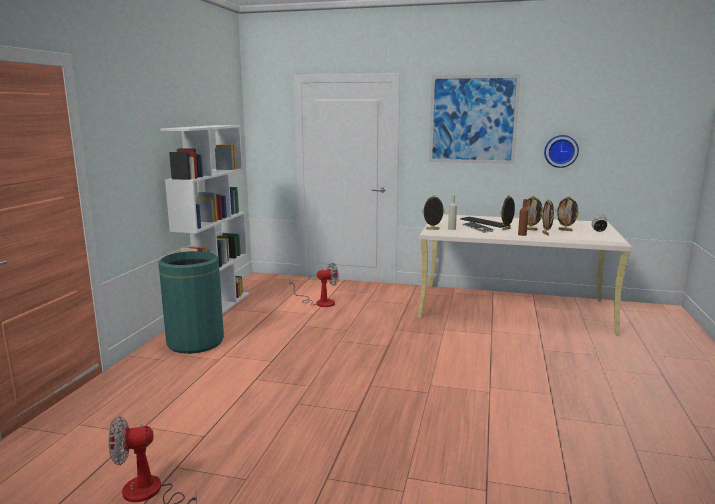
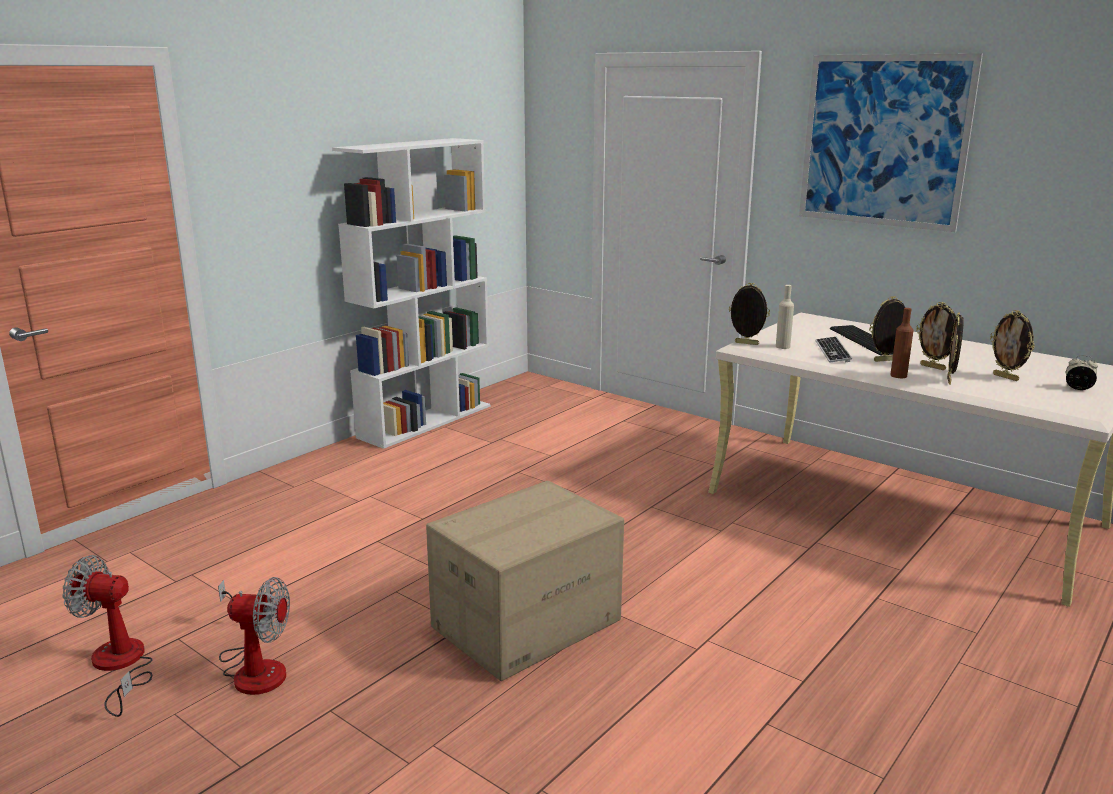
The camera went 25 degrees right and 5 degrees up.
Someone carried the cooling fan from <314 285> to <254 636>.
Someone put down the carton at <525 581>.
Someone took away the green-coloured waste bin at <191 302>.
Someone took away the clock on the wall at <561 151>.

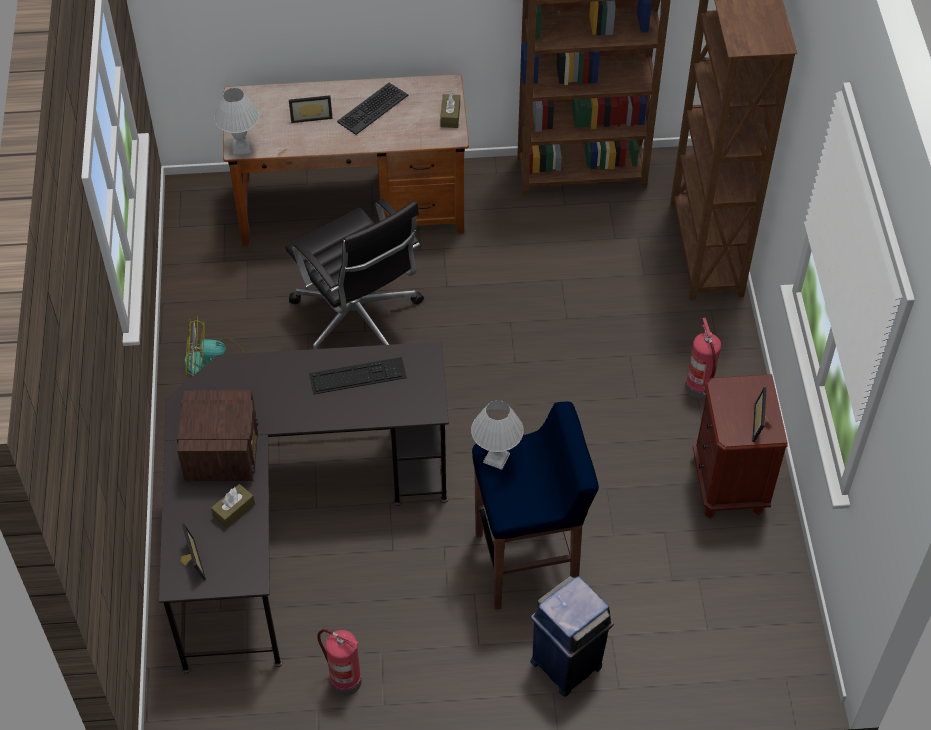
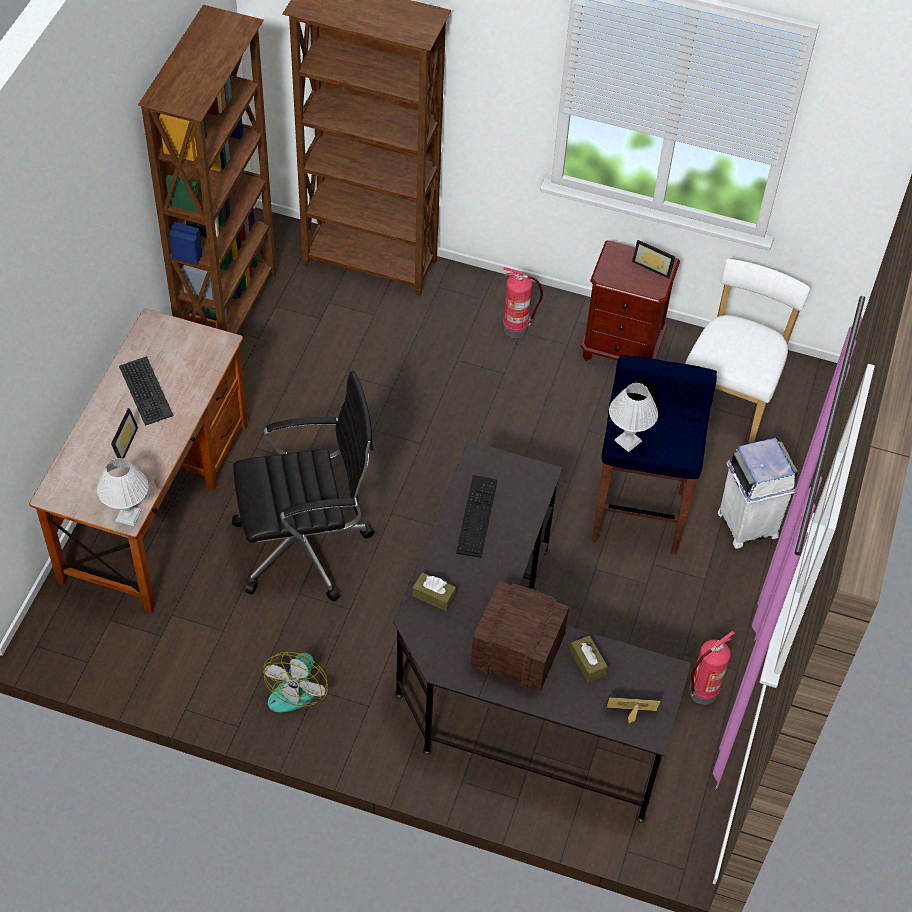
The camera went 70 degrees left and 0 degrees up.
Someone carried the brown-coloured tissue holder from <450 110> to <434 591>.
Someone put down the white-coloured plain chair at <747 350>.
Someone repainted the bluish waste bin at <572 636>, which became the white-coloured waste bin at <758 493>.

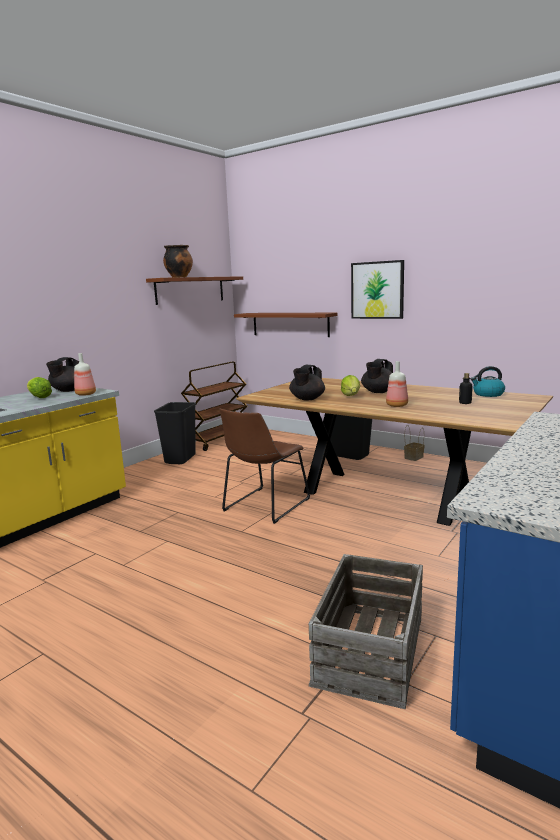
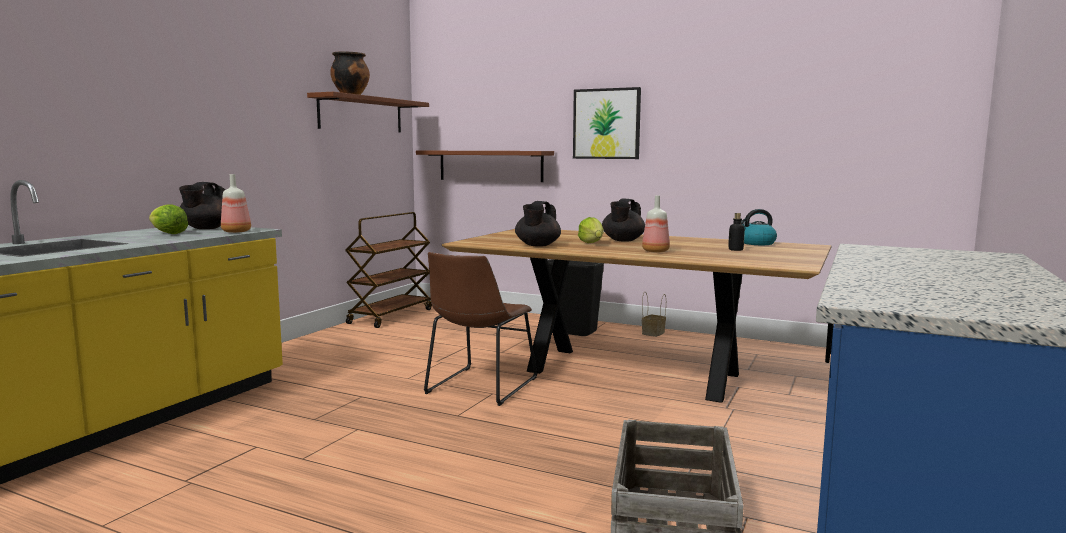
The camera went 10 degrees left and 5 degrees down.
Someone took away the blackish waste bin at <175 433>.

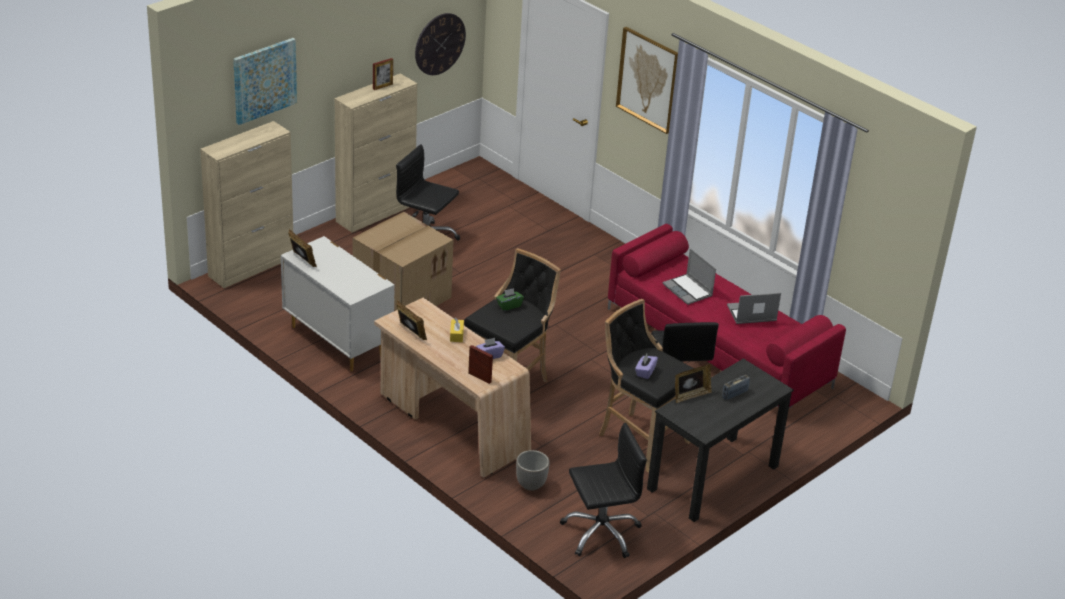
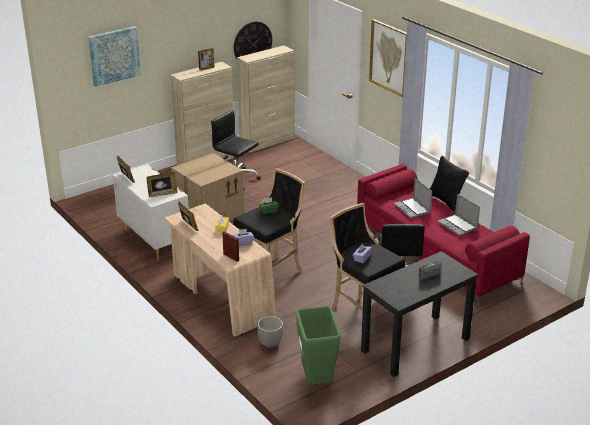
The camera went 10 degrees right and 5 degrees down.
Someone carried the standing frame from <693 383> to <162 184>.
Someone carried the beige-coloured storage cabinet from <246 204> to <266 99>.
Someone swapped the blackish computer chair at <603 490> for the green-coloured waste bin at <318 345>.
Someone put down the blackish pillow at <449 184>.
Someone rotated the portable computer at <754 308> by 120 degrees counterclockwise.

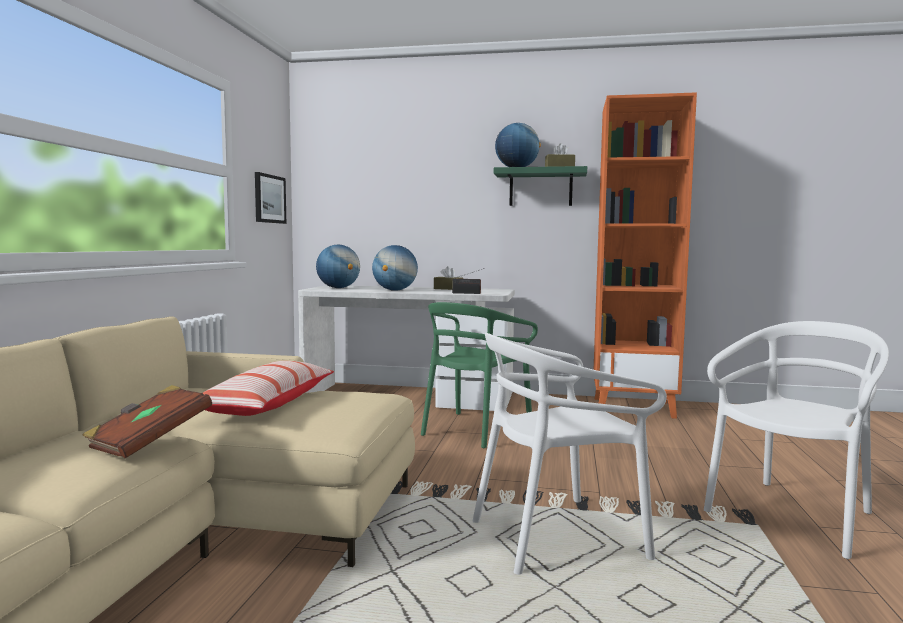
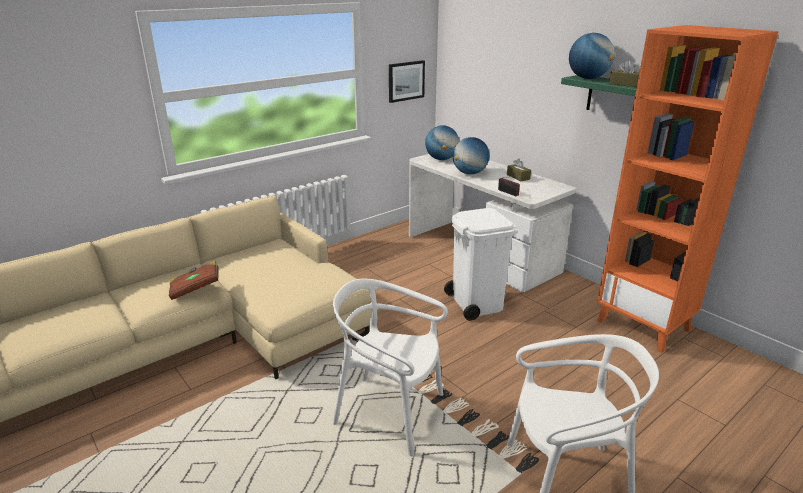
The camera went 40 degrees right and 20 degrees up.
Someone swapped the green-coloured plain chair at <479 375> for the white-coloured waste bin at <481 264>.
Someone took away the pillow at <268 388>.

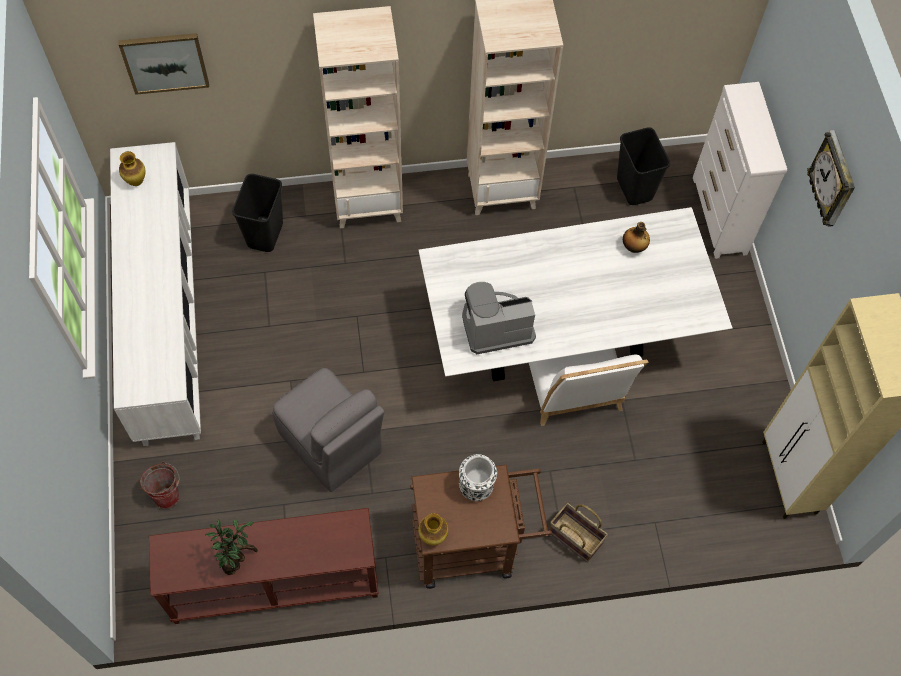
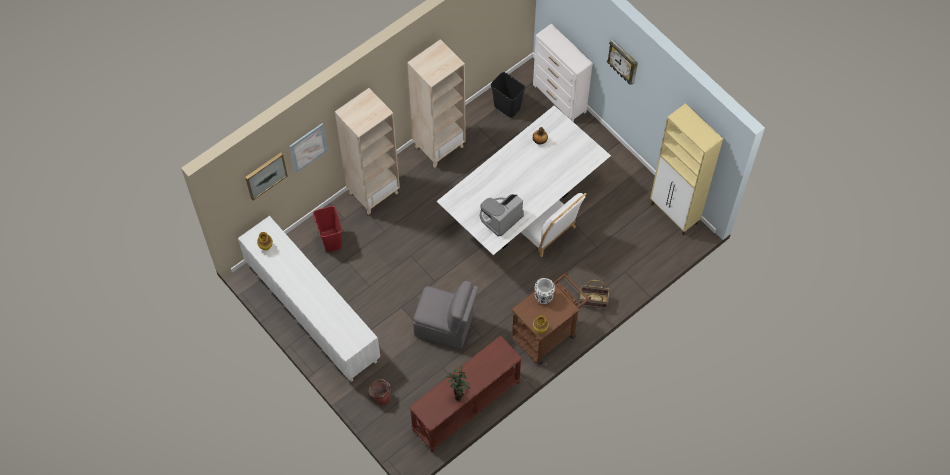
The camera went 30 degrees left and 0 degrees up.
Someone put up the wall art at <308 148>.
Someone repainted the blackish waste bin at <257 213>, which became the red-coloured waste bin at <328 229>.

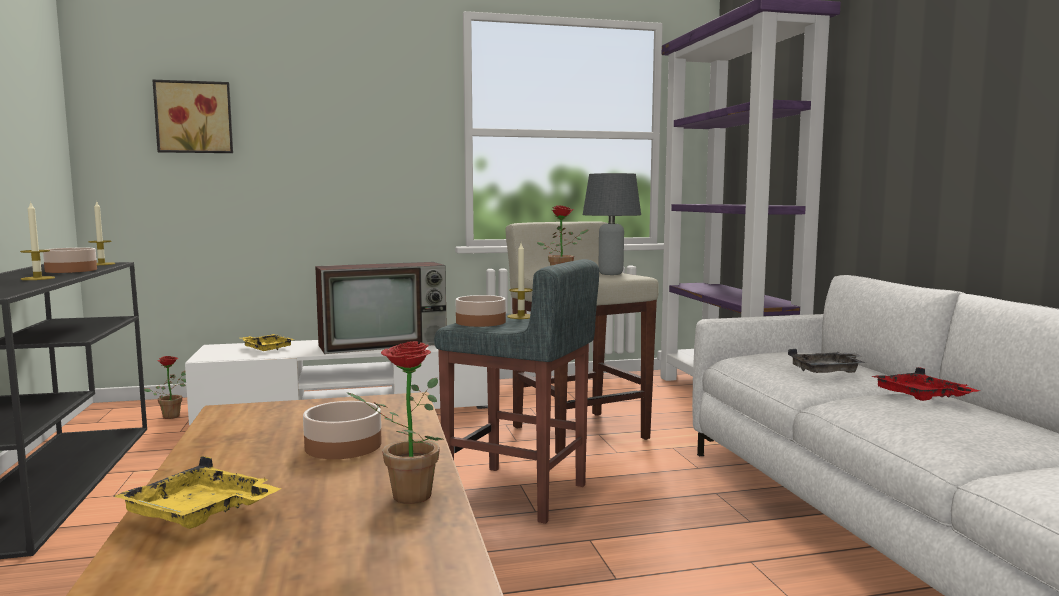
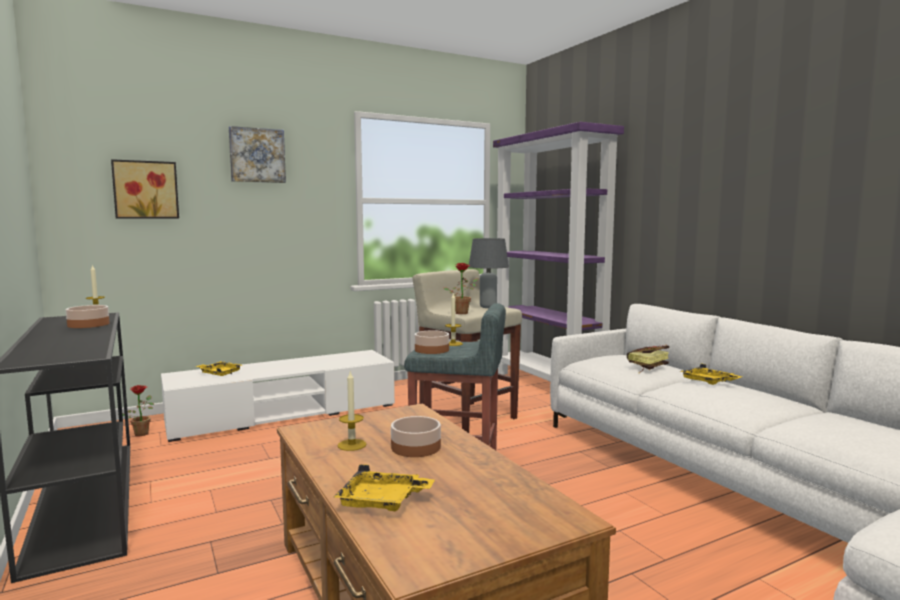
The camera went 15 degrees left and 0 degrees up.
Someone put up the wall art at <257 154>.
Someone carried the wax light from <37 240> to <352 411>.
Someone swapped the greyish tray at <827 361> for the bound book at <648 359>.
Someone repainted the red-coloured tray at <925 384>, which became the yellow-coloured tray at <710 374>.
Someone took away the TV set at <381 308>.
Someone took away the plant in a pot at <394 422>.

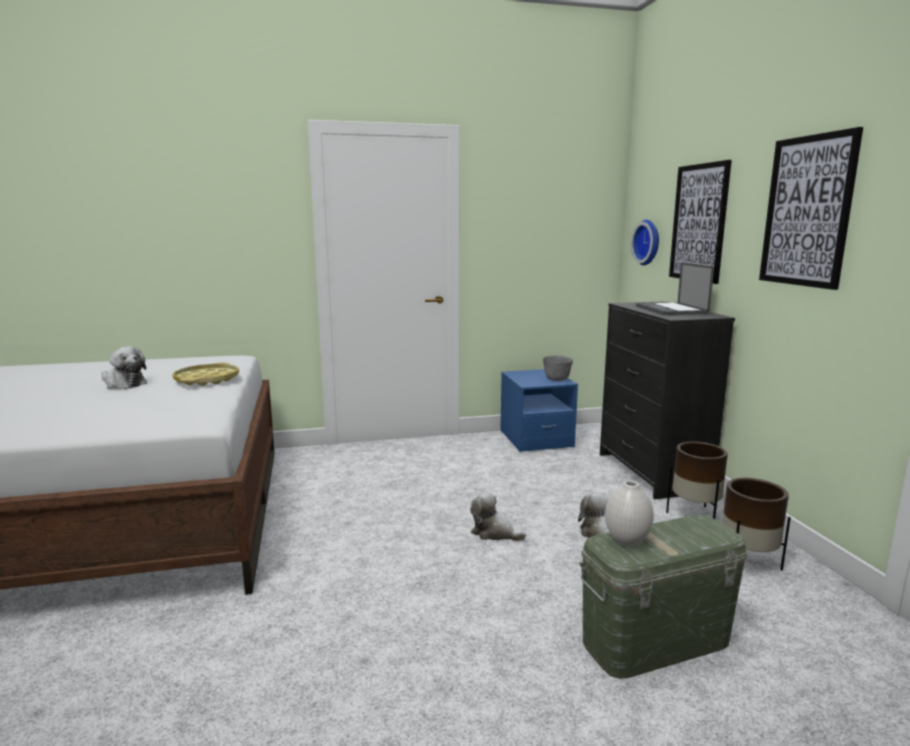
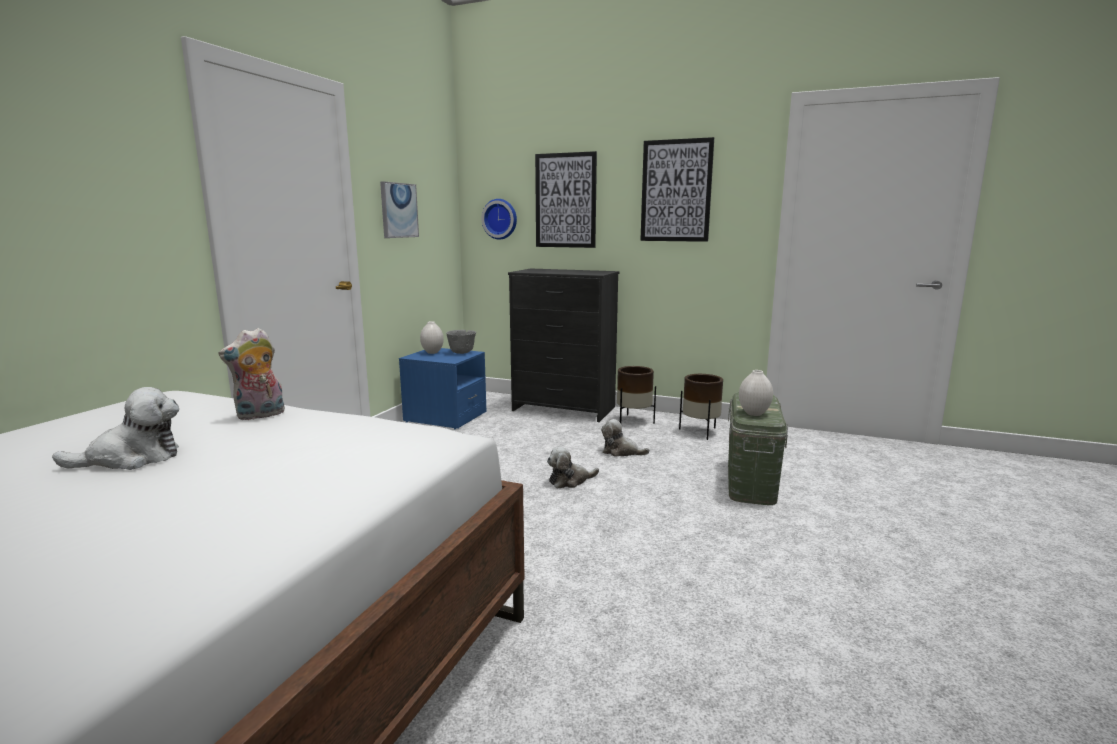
The camera went 55 degrees left and 0 degrees up.
Someone swapped the yellow-coloured tray at <205 374> for the soft toy at <252 374>.
Someone put up the wall art at <399 209>.
Someone put down the white-coloured vase at <432 337>.
Someone took away the portable computer at <675 288>.

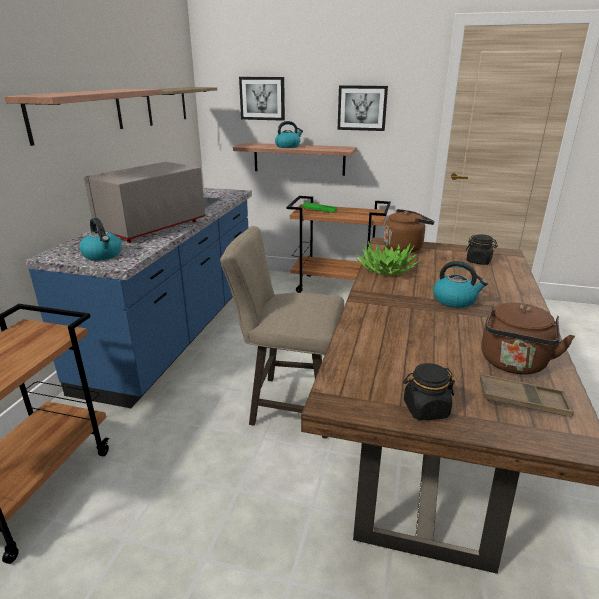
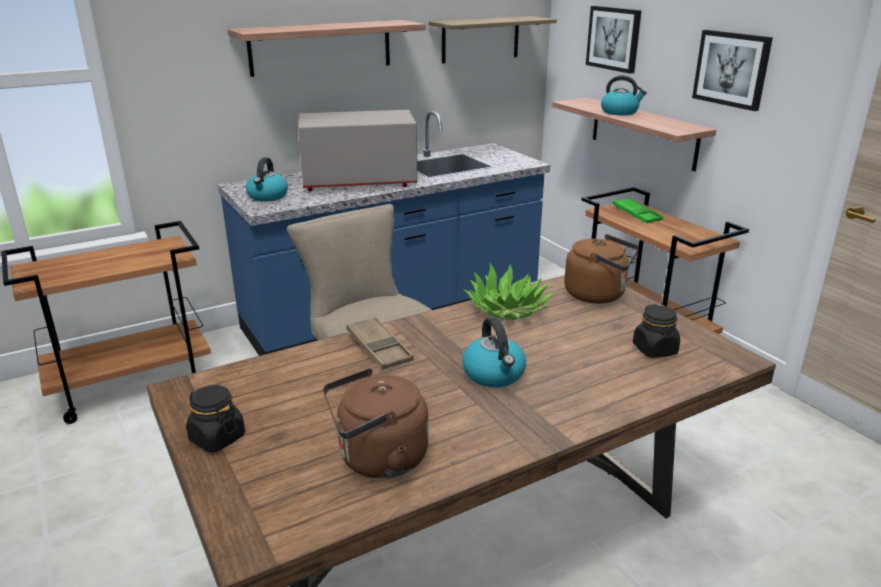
The camera went 45 degrees right and 0 degrees up.
Someone carried the brown-coloured tray from <527 395> to <380 343>.

